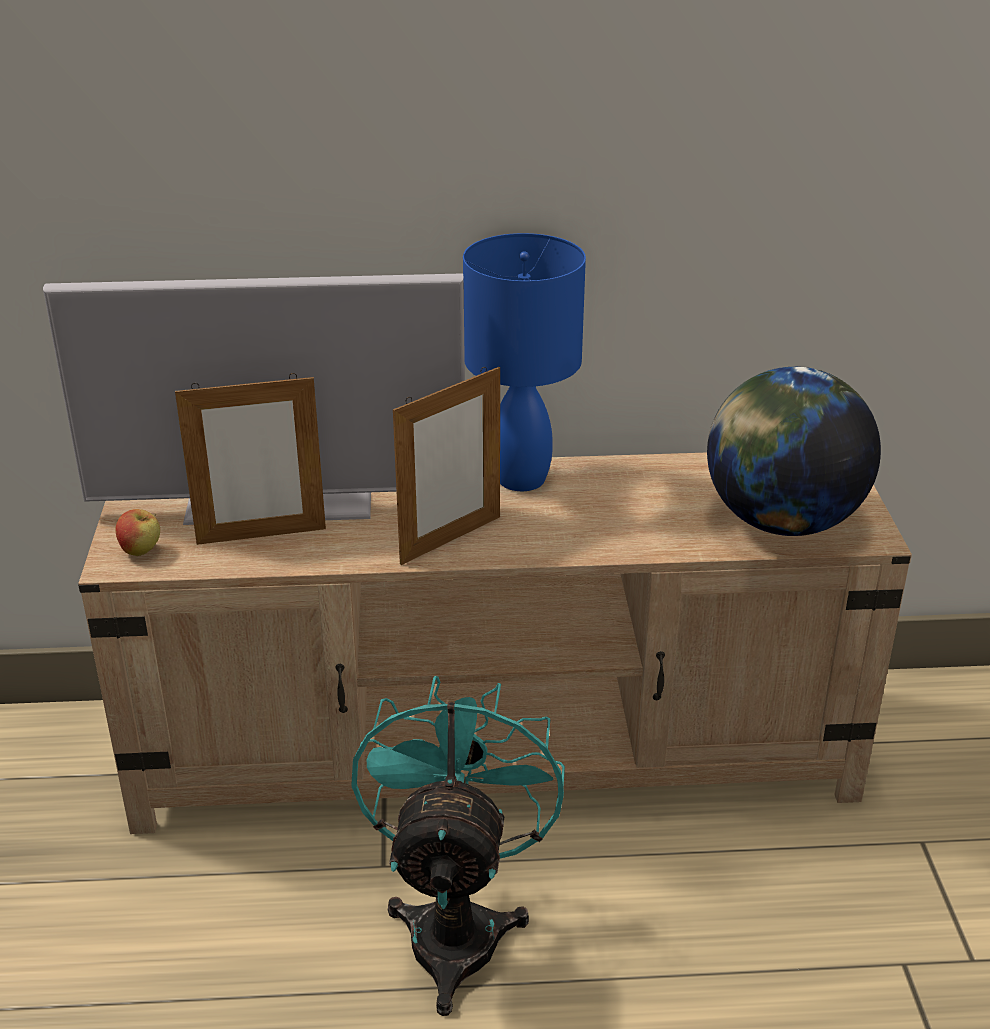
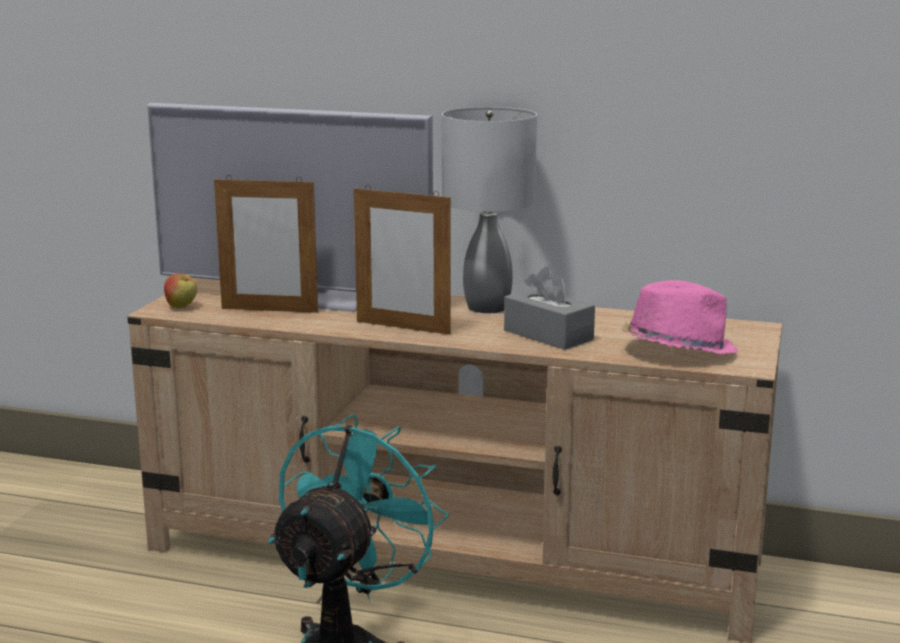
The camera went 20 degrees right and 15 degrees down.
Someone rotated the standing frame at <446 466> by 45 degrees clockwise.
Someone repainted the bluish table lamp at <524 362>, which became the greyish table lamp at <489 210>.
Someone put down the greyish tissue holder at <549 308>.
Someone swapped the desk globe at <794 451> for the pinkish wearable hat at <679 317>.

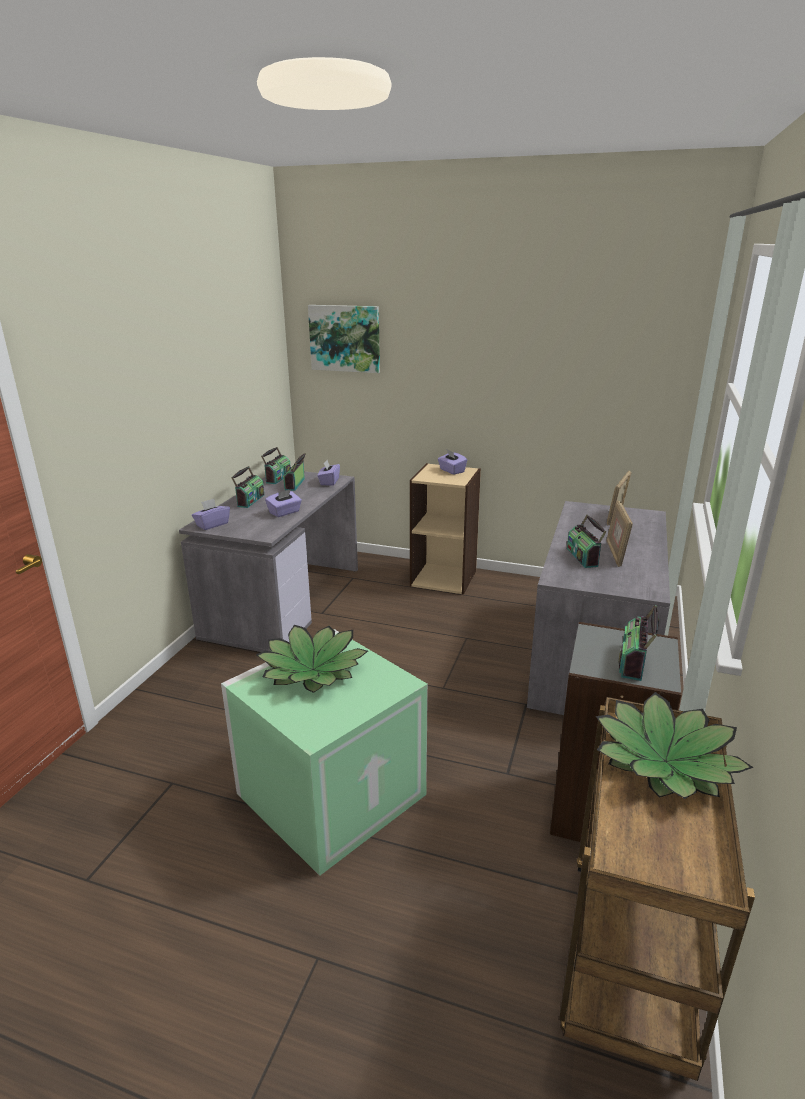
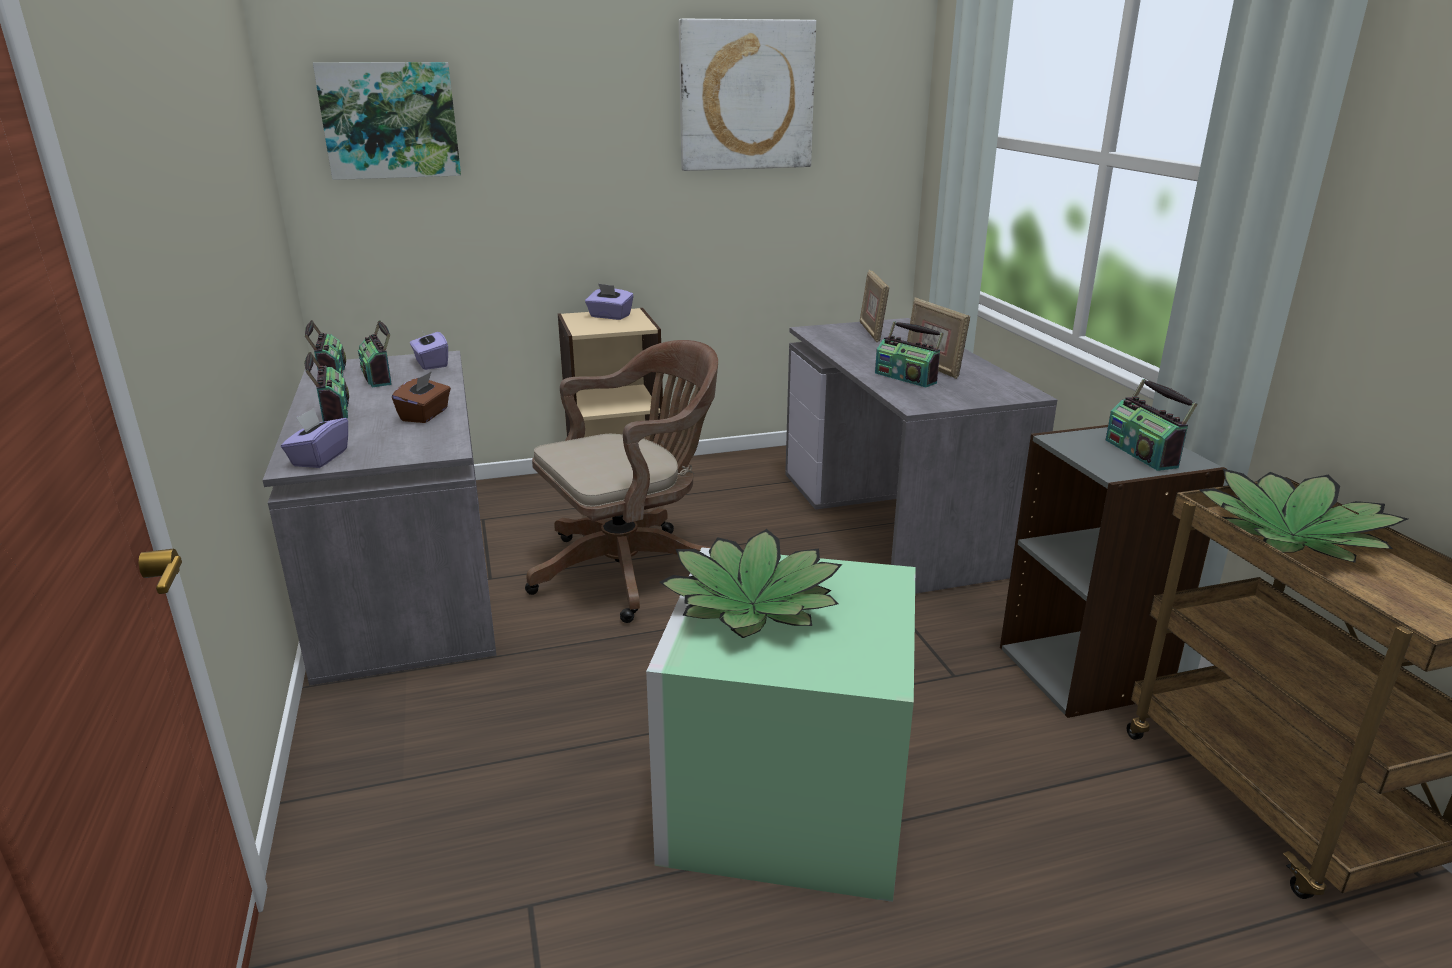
The camera went 35 degrees left and 0 degrees up.
Someone repainted the purple-coloured tissue holder at <283 503>, which became the brown-coloured tissue holder at <421 397>.
Someone put down the brown-coloured computer chair at <621 481>.
Someone put up the wall art at <747 95>.

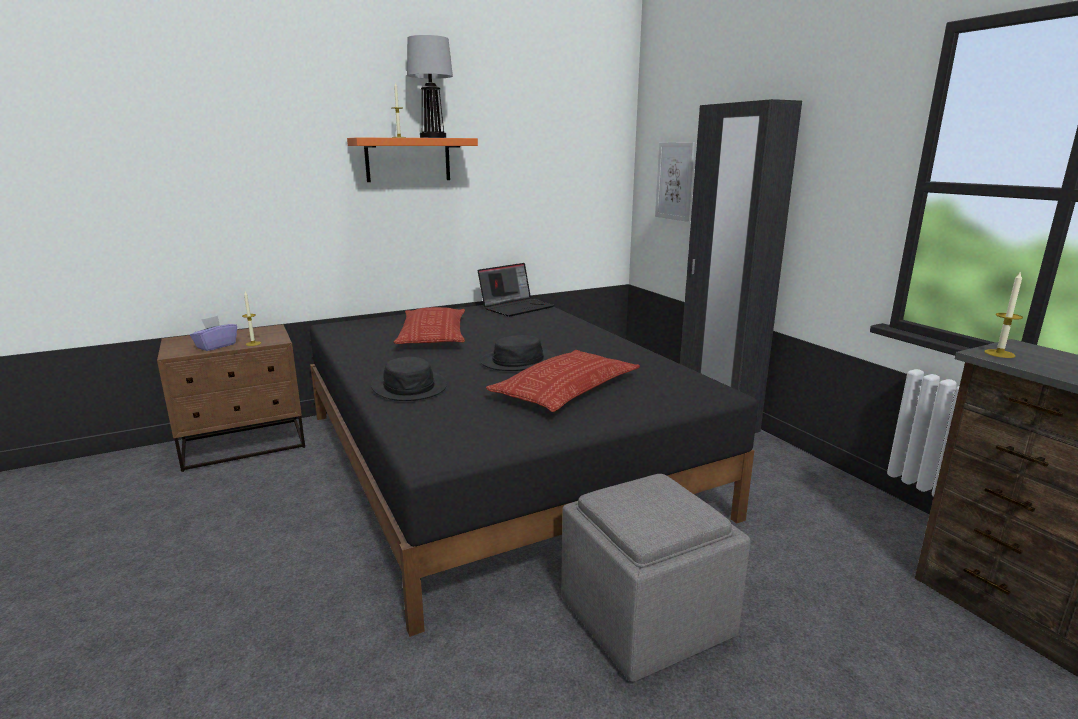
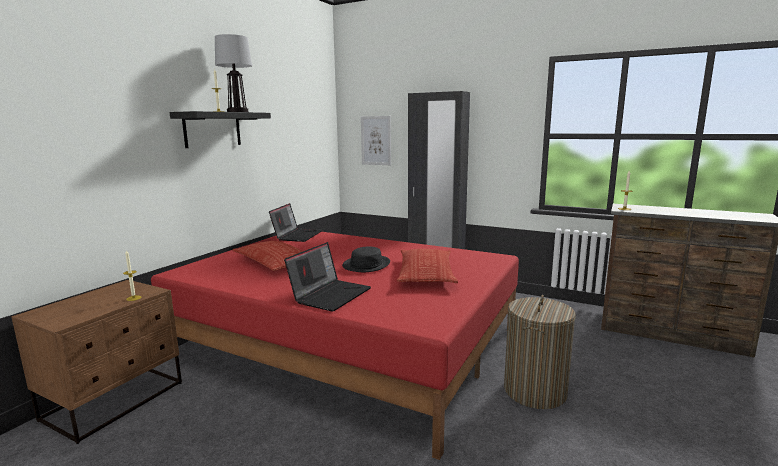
The camera went 35 degrees left and 5 degrees down.
Someone repainted the blackish sleeping bed at <534 468>, which became the red-coloured sleeping bed at <335 346>.
Someone repainted the orangey wall shelf at <412 159>, which became the blackish wall shelf at <220 129>.
Someone swapped the blackish wearable hat at <409 379> for the portable computer at <327 276>.
Someone swapped the greyish footrest at <656 578> for the washing basket at <540 352>.
Someone took away the purple-coloured tissue holder at <213 333>.

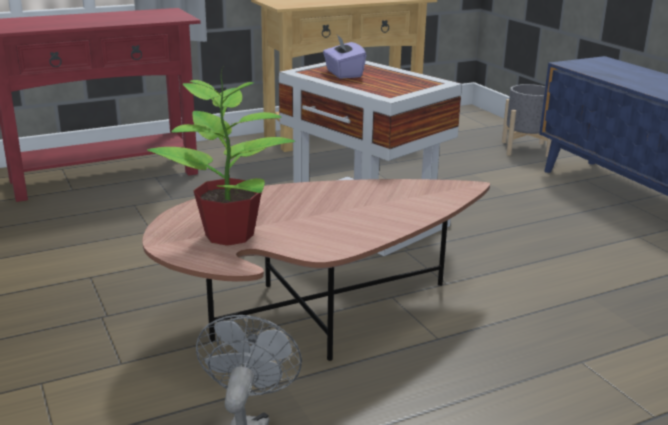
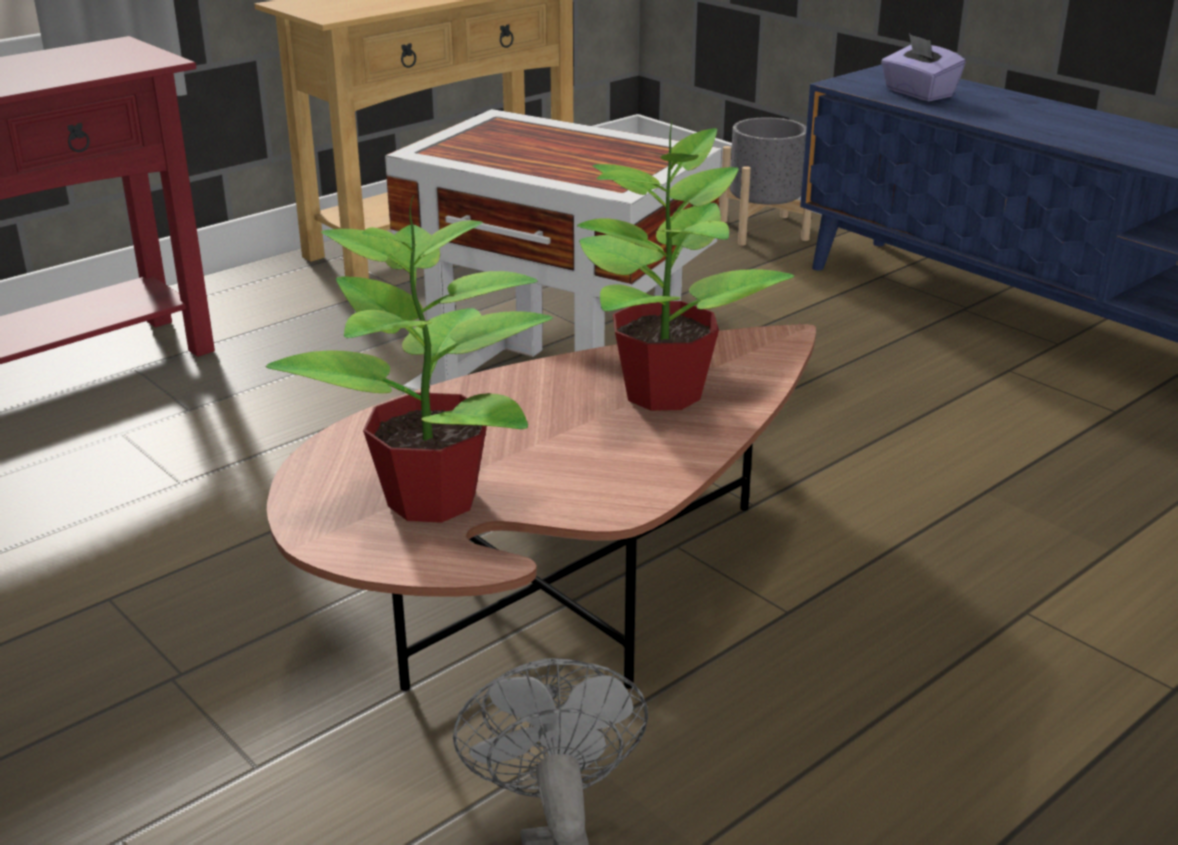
The camera went 15 degrees left and 5 degrees up.
Someone put down the plant in a pot at <685 266>.
Someone carried the purple-coloured tissue holder from <344 57> to <923 67>.

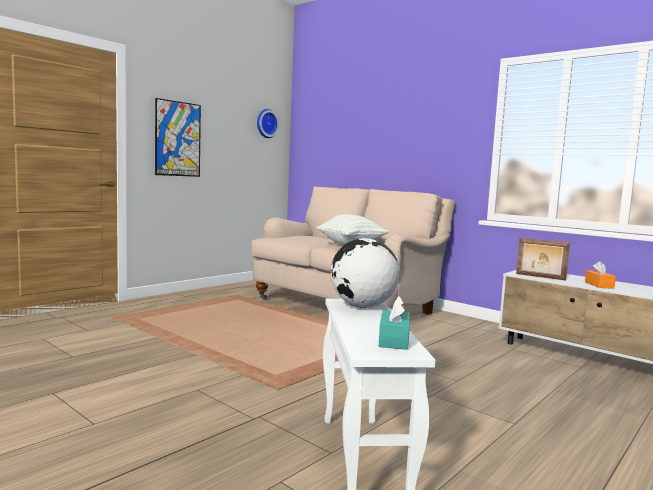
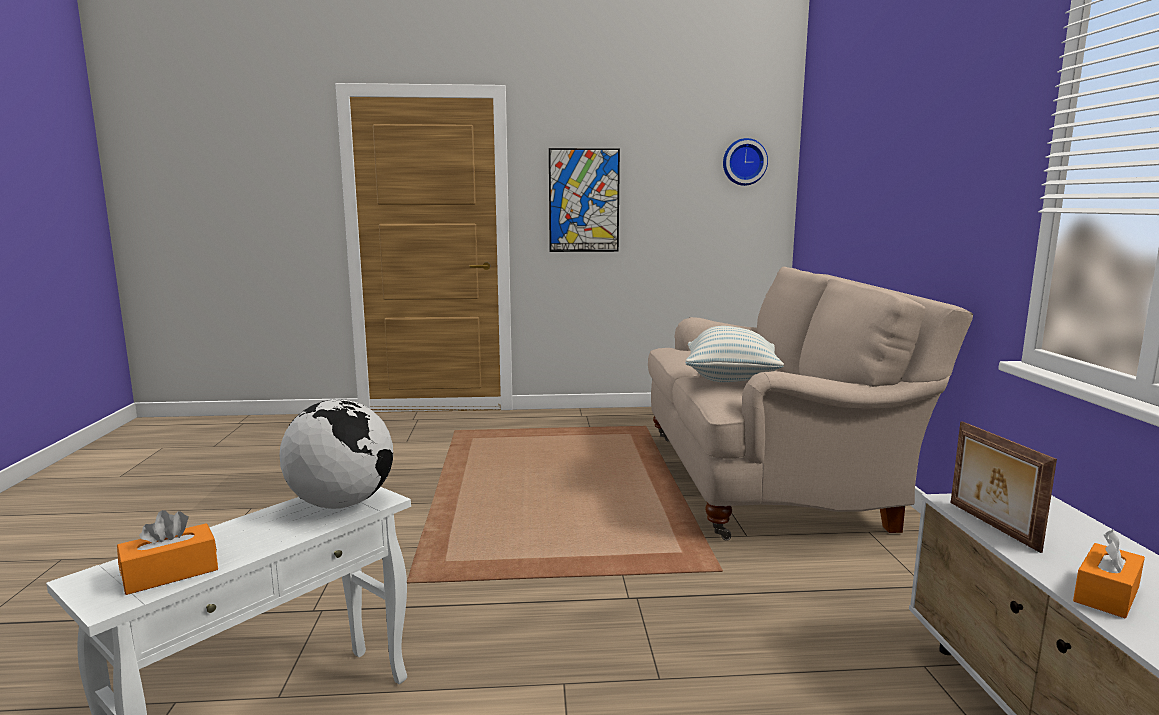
The camera went 45 degrees right and 5 degrees up.
Someone repainted the blue-green tissue holder at <394 323>, which became the orangey tissue holder at <167 552>.

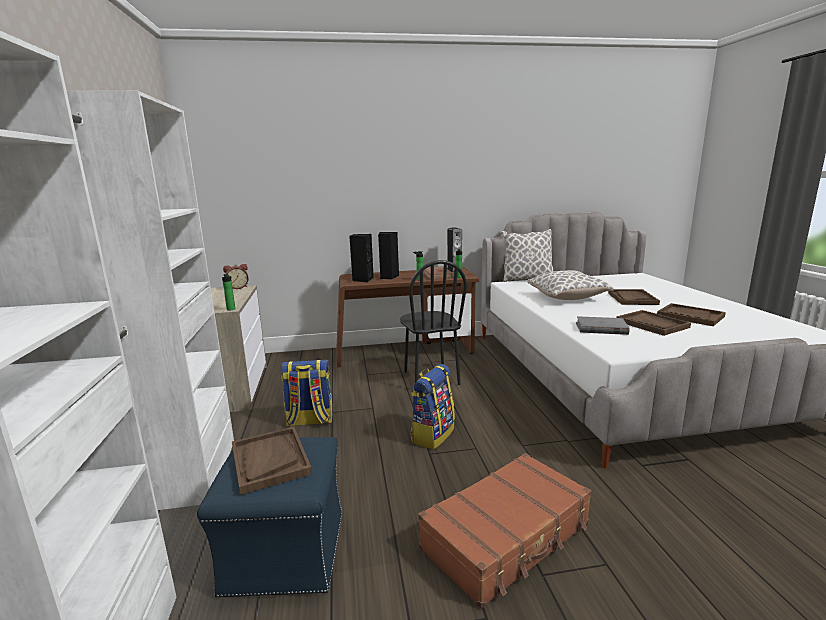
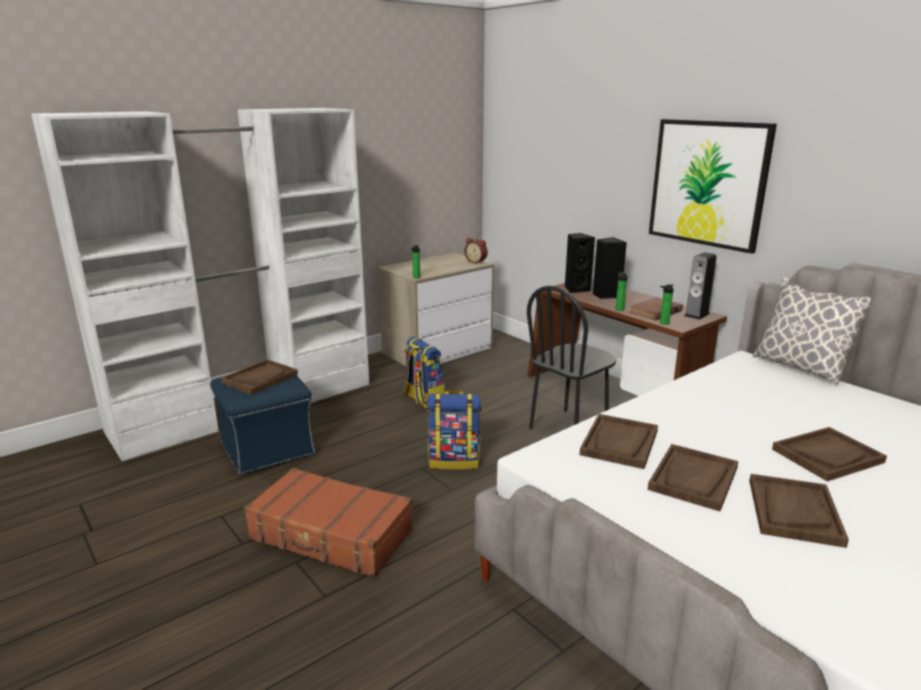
The camera went 60 degrees right and 5 degrees up.
Someone swapped the greyish bound book at <603 325> for the brown-coloured tray at <619 441>.
Someone put up the wall art at <713 186>.
Someone took away the pillow at <571 285>.

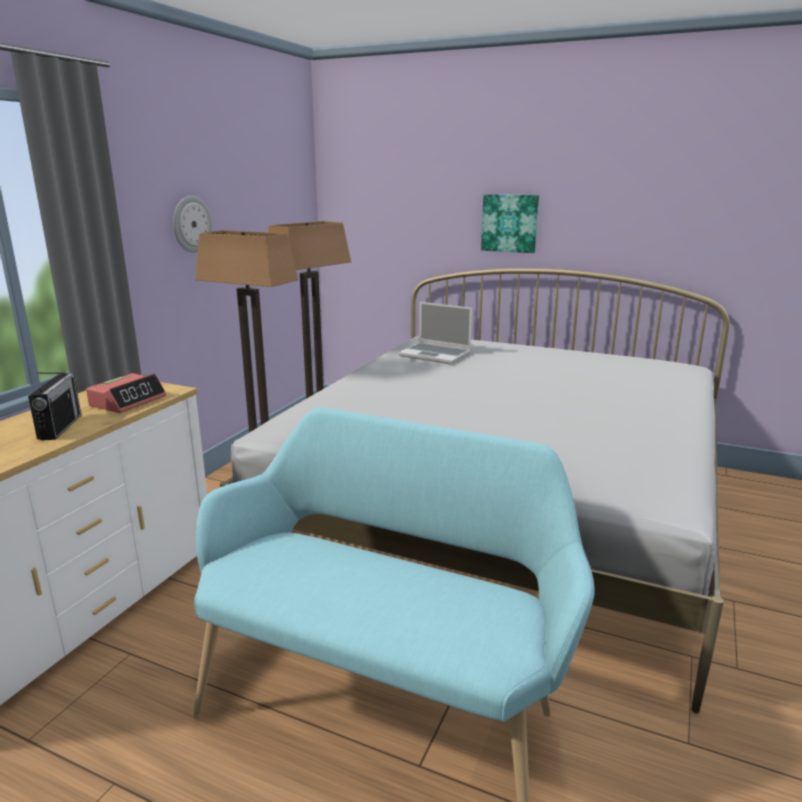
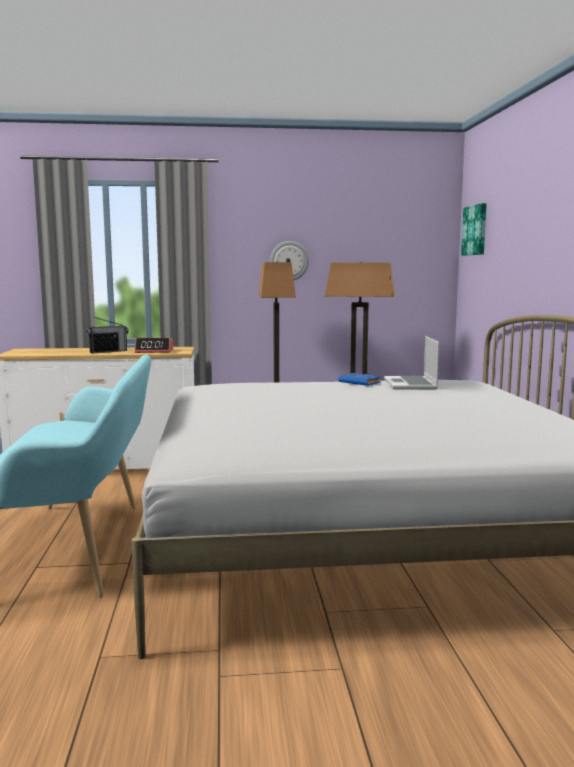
The camera went 60 degrees right and 10 degrees down.
Someone put down the bluish bound book at <359 379>.
Someone carried the wall art from <510 223> to <474 229>.

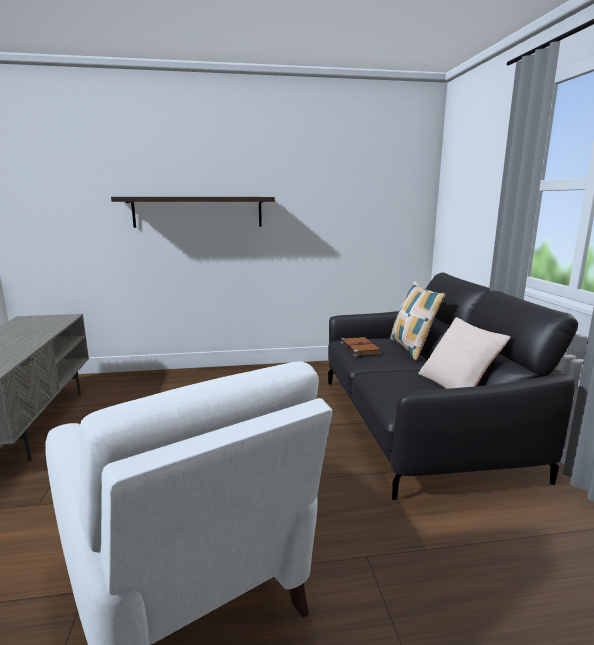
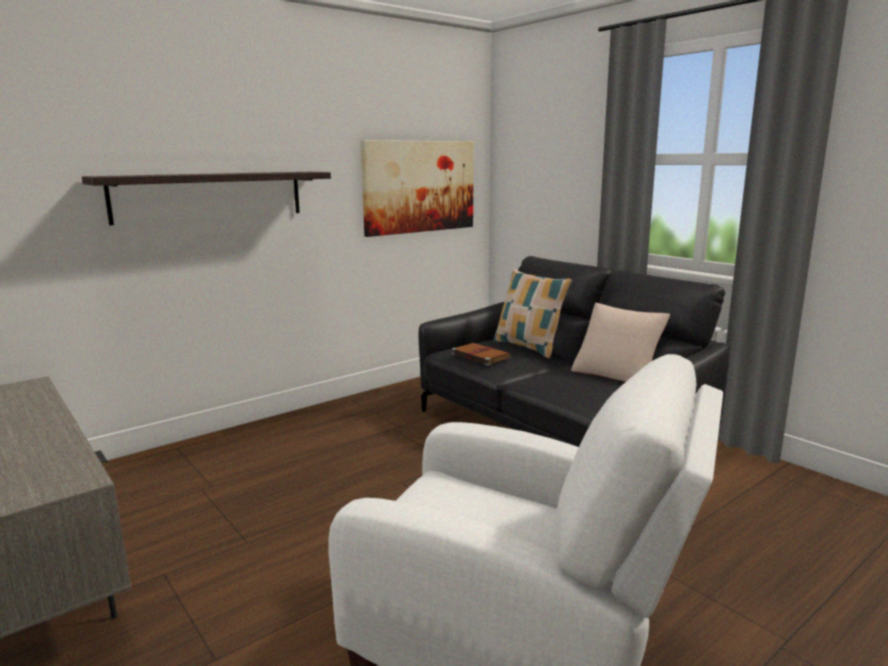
The camera went 30 degrees left and 0 degrees up.
Someone put up the wall art at <416 188>.

